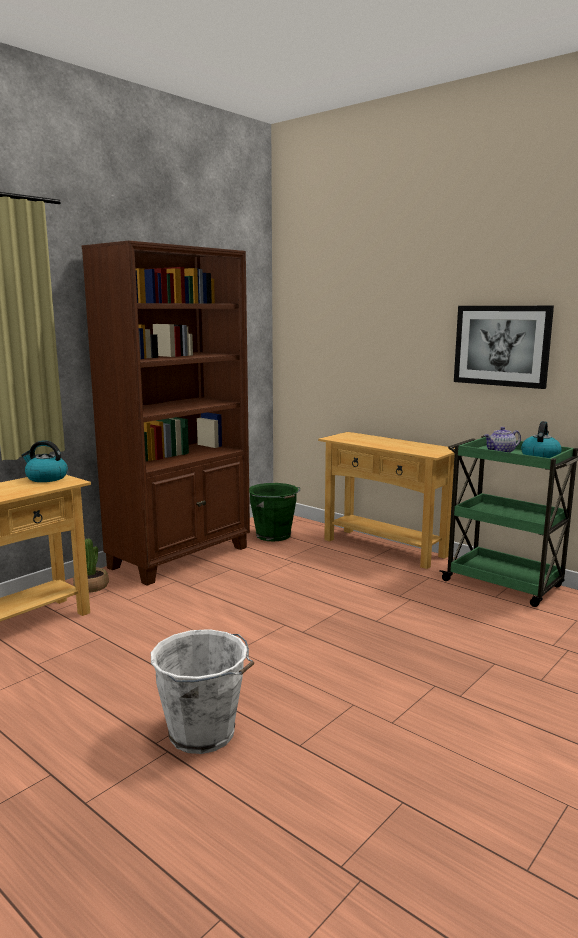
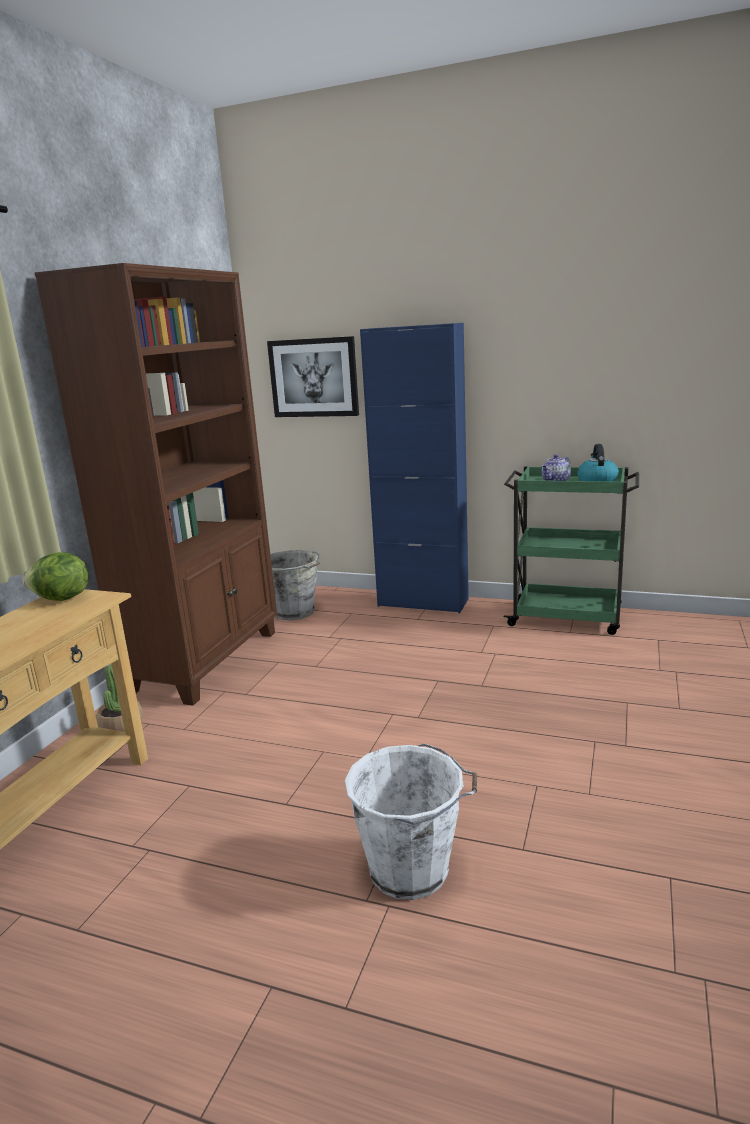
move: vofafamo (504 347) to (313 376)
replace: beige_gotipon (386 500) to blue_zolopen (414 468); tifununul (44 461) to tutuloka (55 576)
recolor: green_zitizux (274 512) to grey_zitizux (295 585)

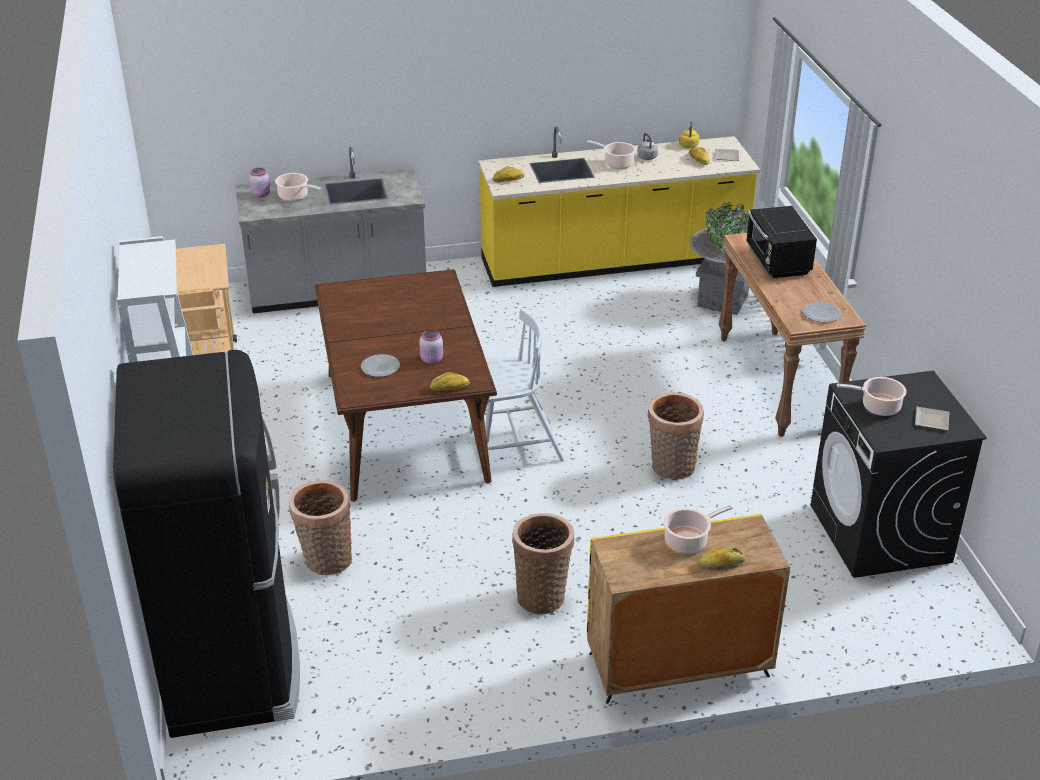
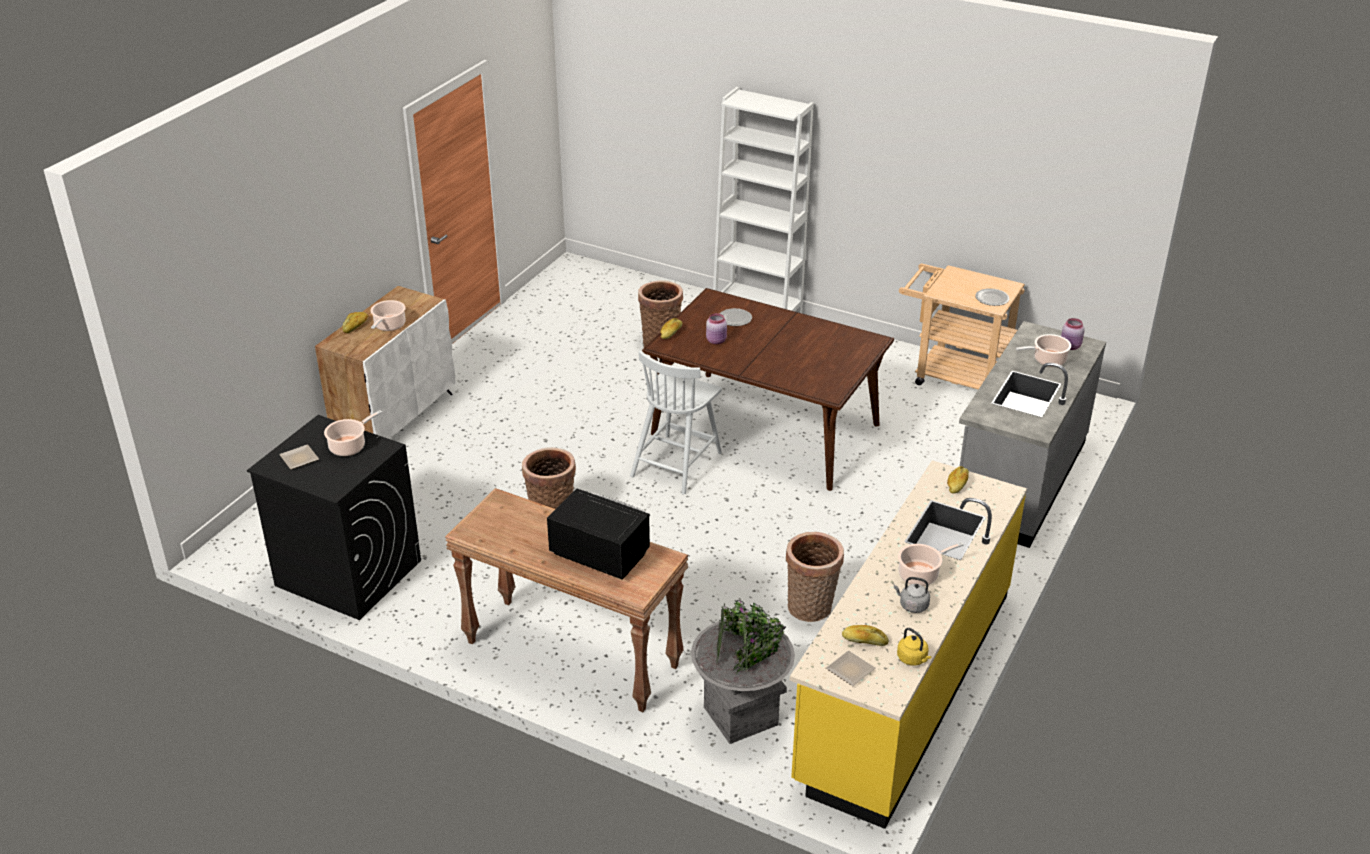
delete: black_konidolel (206 544)
move: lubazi (821 312) to (992 297); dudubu (543 564) to (815 577)
recolor: yellow_zolopen (688 609) to white_zolopen (385 362)

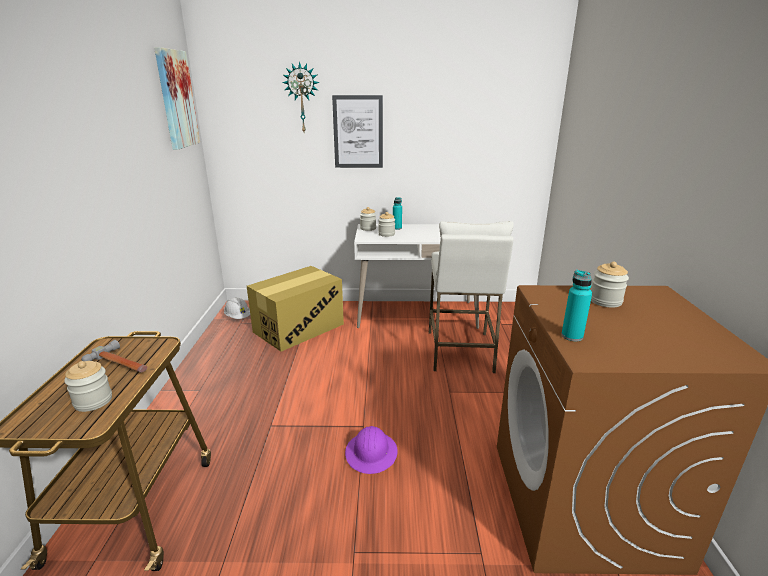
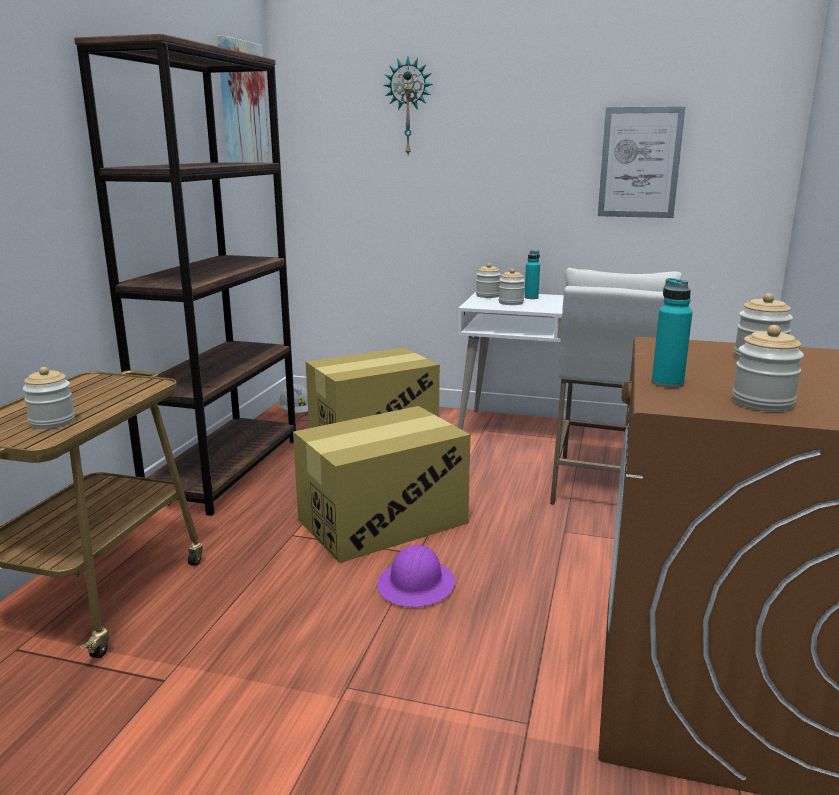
delete: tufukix (114 356)
insert: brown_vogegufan (185 275); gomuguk (768 368); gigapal (381 484)
move: vofafamo (357 131) to (642 162)

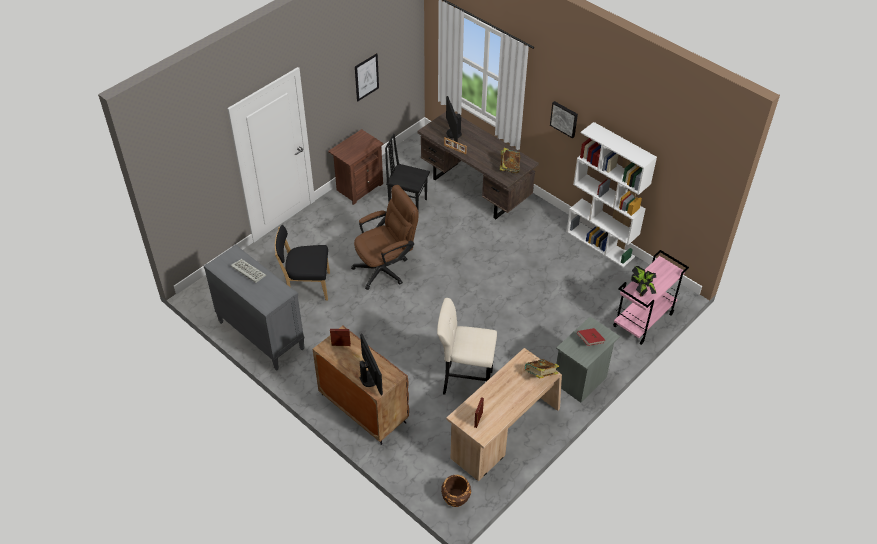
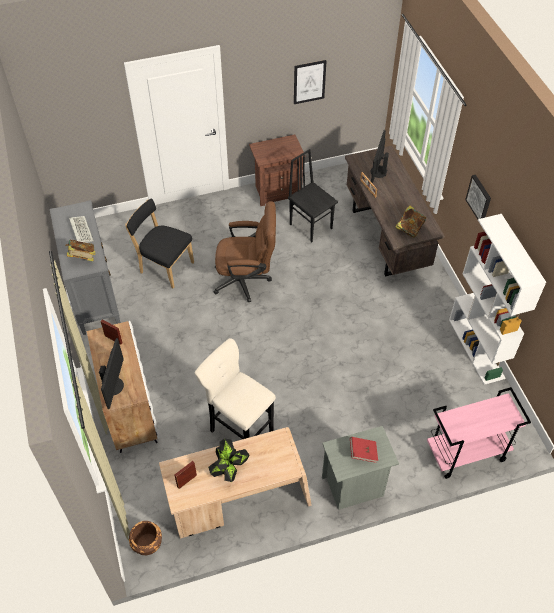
move: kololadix (643 281) to (229 460); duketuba (542 368) to (80 250)
recolor: brown_zolopen (361 385) to white_zolopen (123 387)

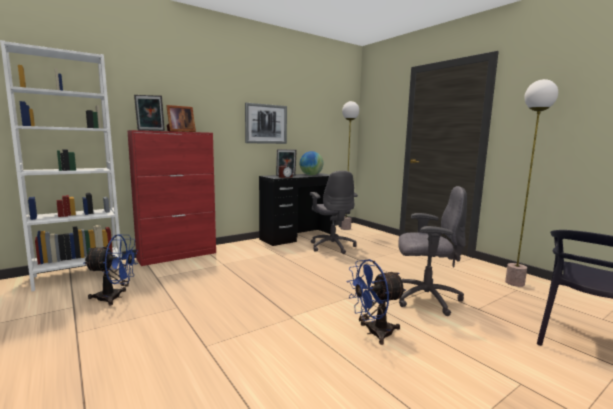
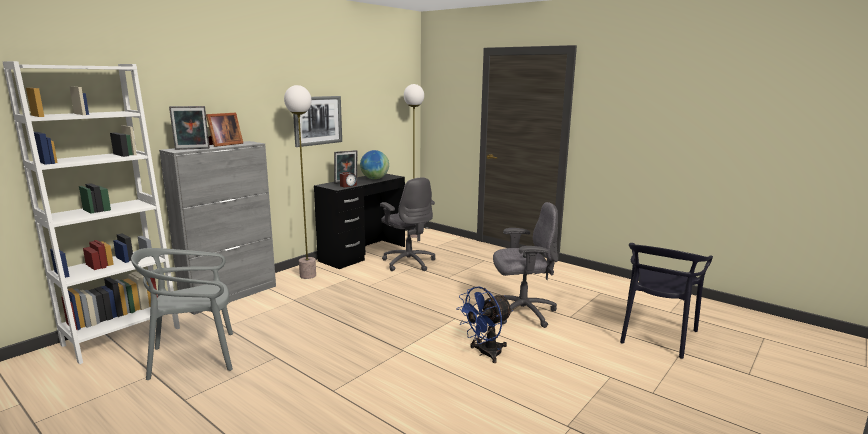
move: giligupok (531 183) to (300 182)
replace: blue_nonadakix (111 270) to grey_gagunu (182 314)
recolor: red_zolopen (171 198) to grey_zolopen (217 228)

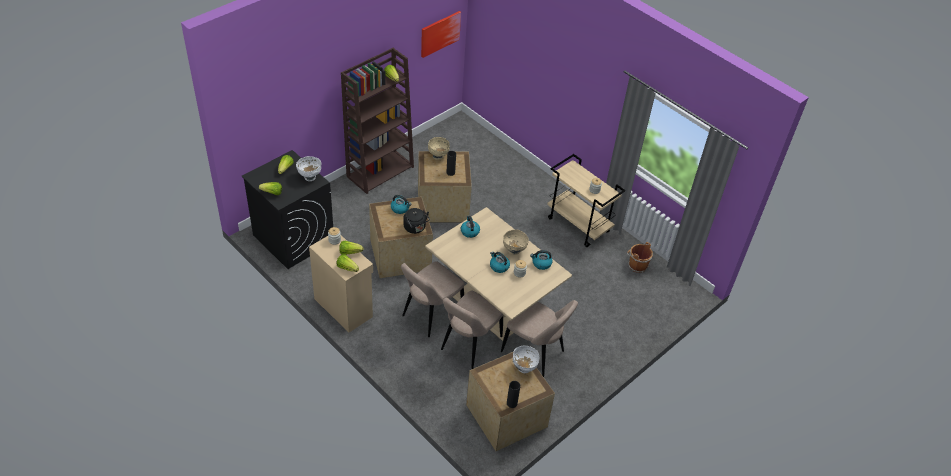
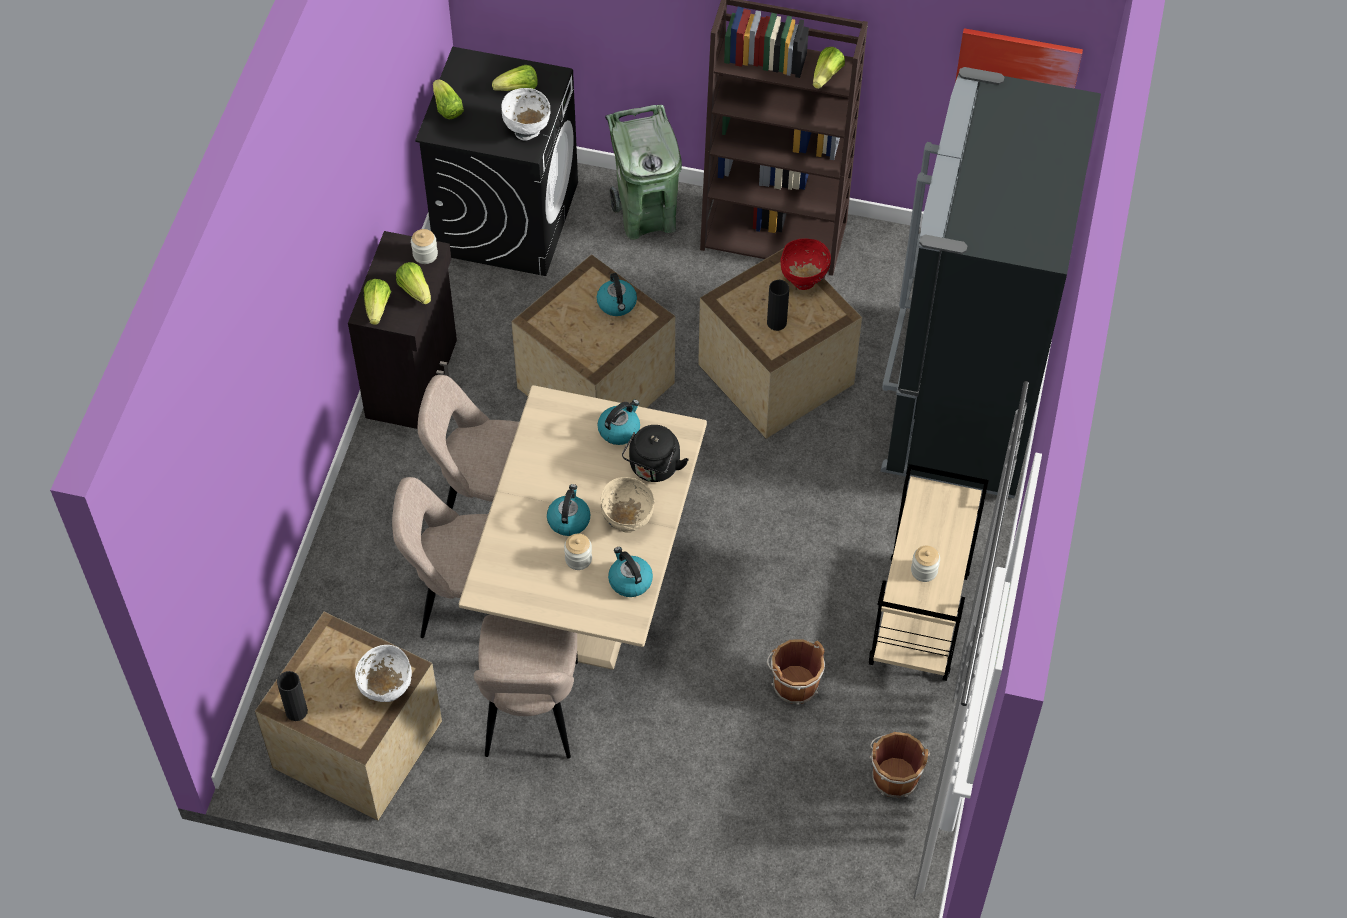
insert: black_konidolel (991 282); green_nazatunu (643 172); brown_zitizux (796 672)
move: black_tifununul (416 221) to (655 453)
recolor: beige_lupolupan (439 148) to red_lupolupan (806 264); beige_zolopen (341 284) to black_zolopen (402 330)

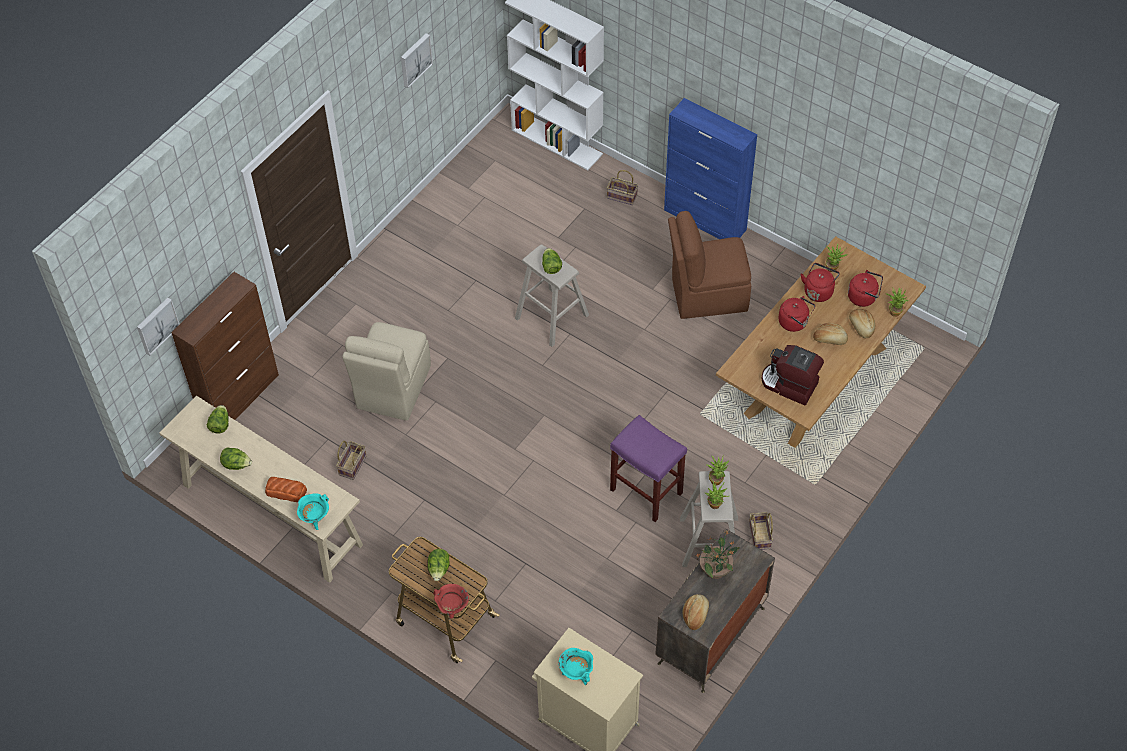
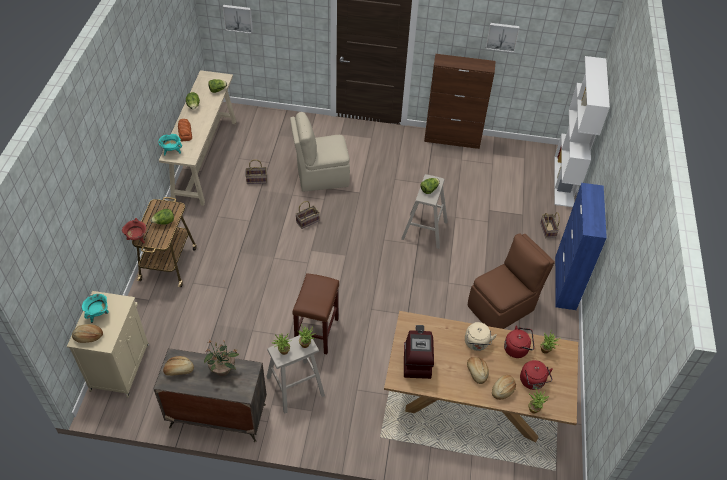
insert: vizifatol (87 333)
move: brown_zolopen (225 346) to (460 101); dudubu (761 531) to (308 215)
recolor: red_tifununul (796 314) to beige_tifununul (481 336); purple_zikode (648 468) to brown_zikode (315 313)
rotate: brown_gagunu (709 265) = (511 281) 90 degrees clockwise

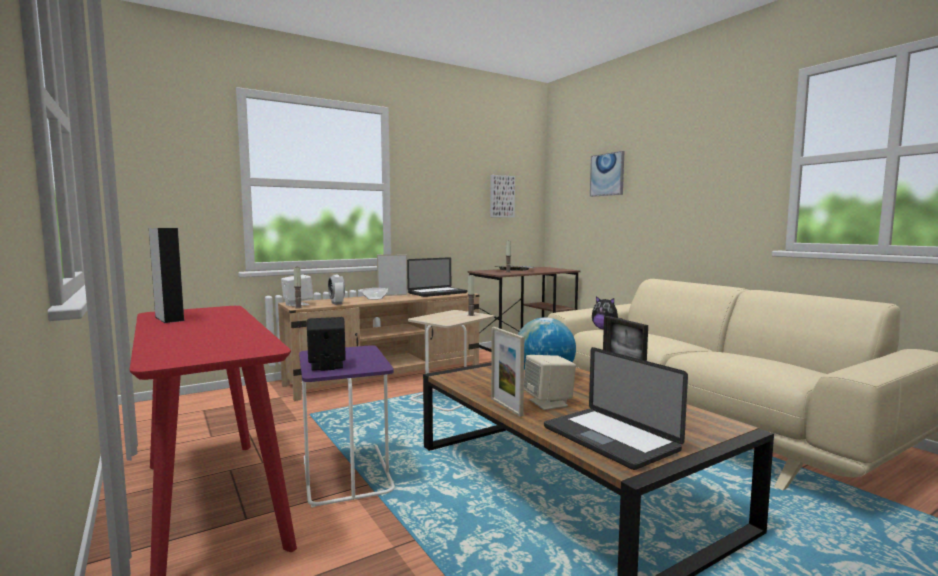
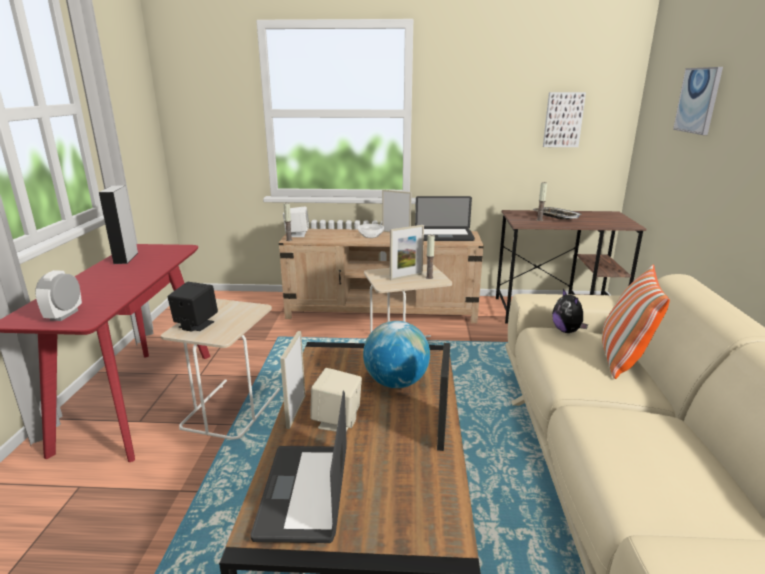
insert: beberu (407 252); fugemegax (636 321)
move: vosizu (336 290) to (58 295)
recolor: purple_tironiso (347 426) to beige_tironiso (220 369)

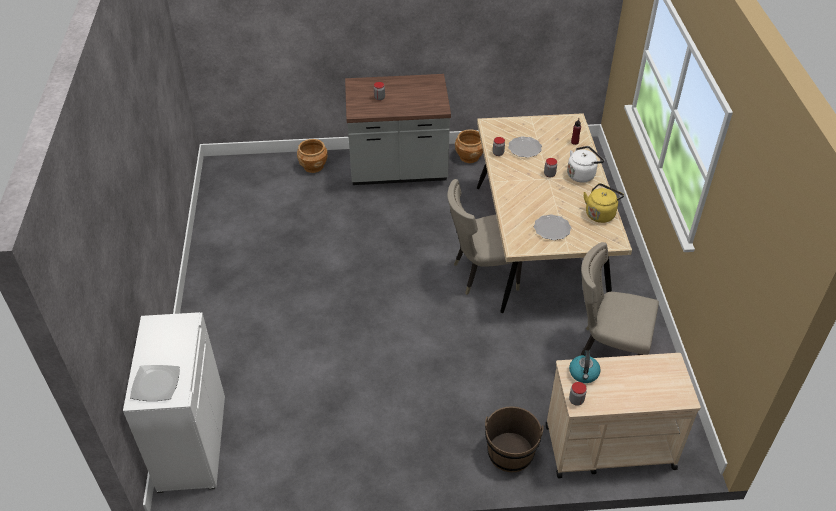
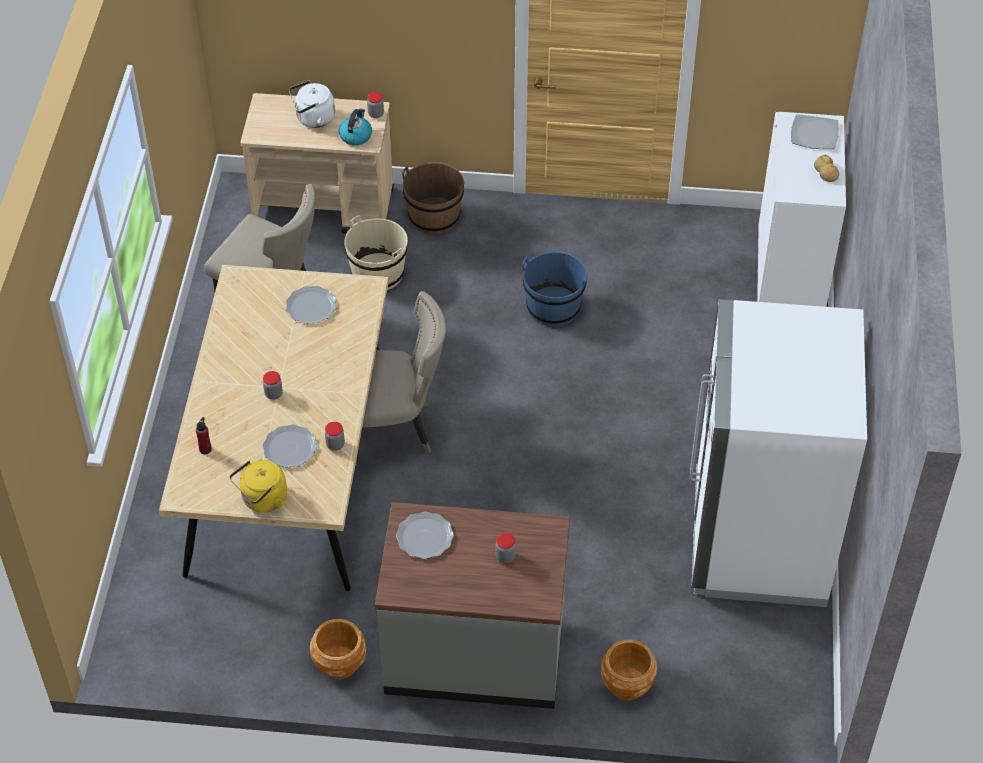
insert: vizifatol (826 168); beige_zitizux (376 252); blue_zitizux (555 288); white_konidolel (778 453); lubazi (425 535)
move: white_tifununul (585 164) to (312 104); yellow_tifununul (603 203) to (258 486)

